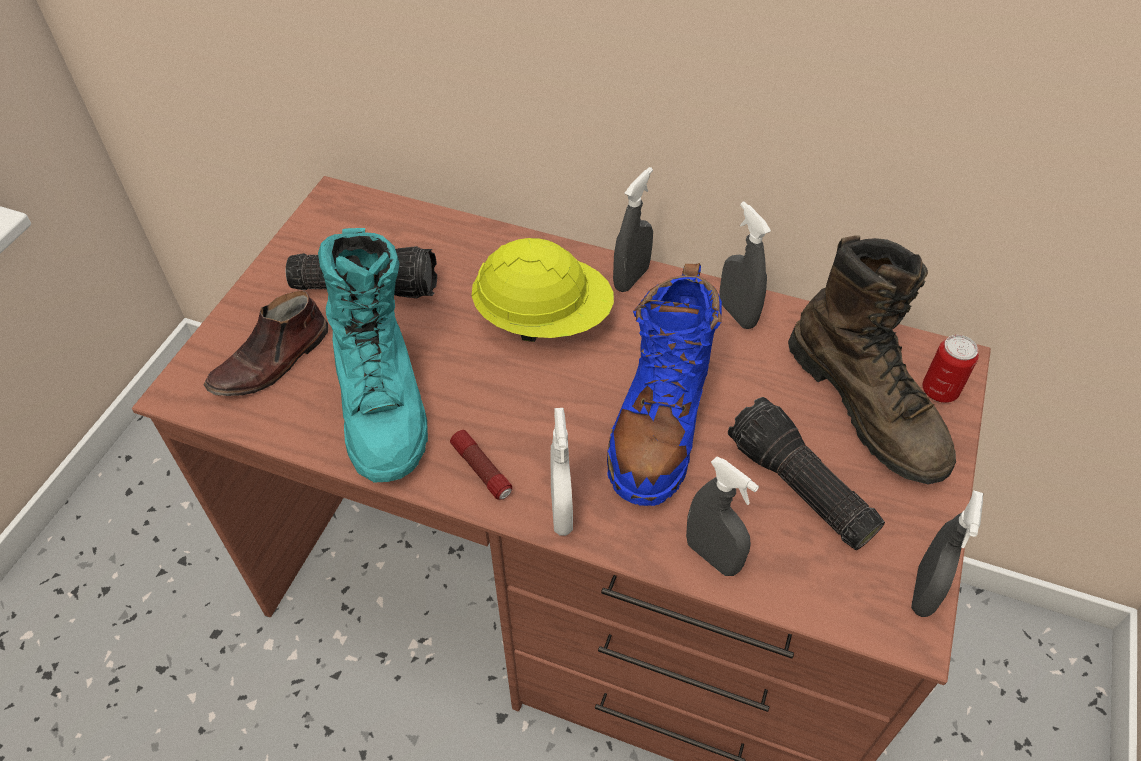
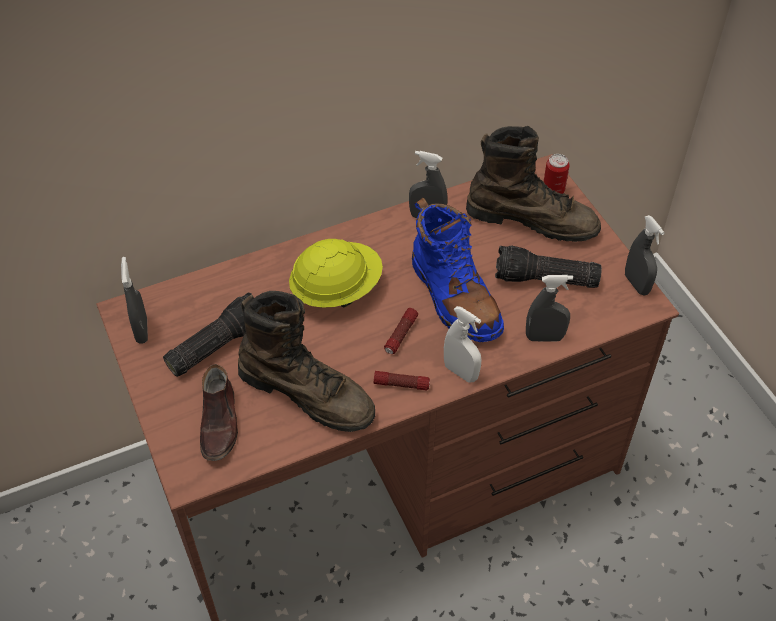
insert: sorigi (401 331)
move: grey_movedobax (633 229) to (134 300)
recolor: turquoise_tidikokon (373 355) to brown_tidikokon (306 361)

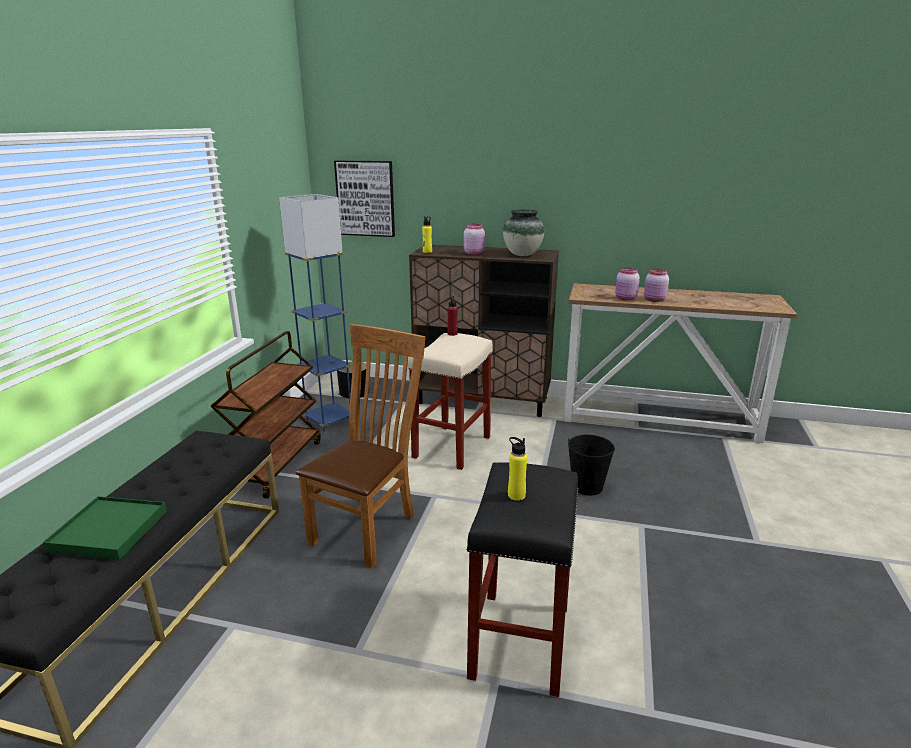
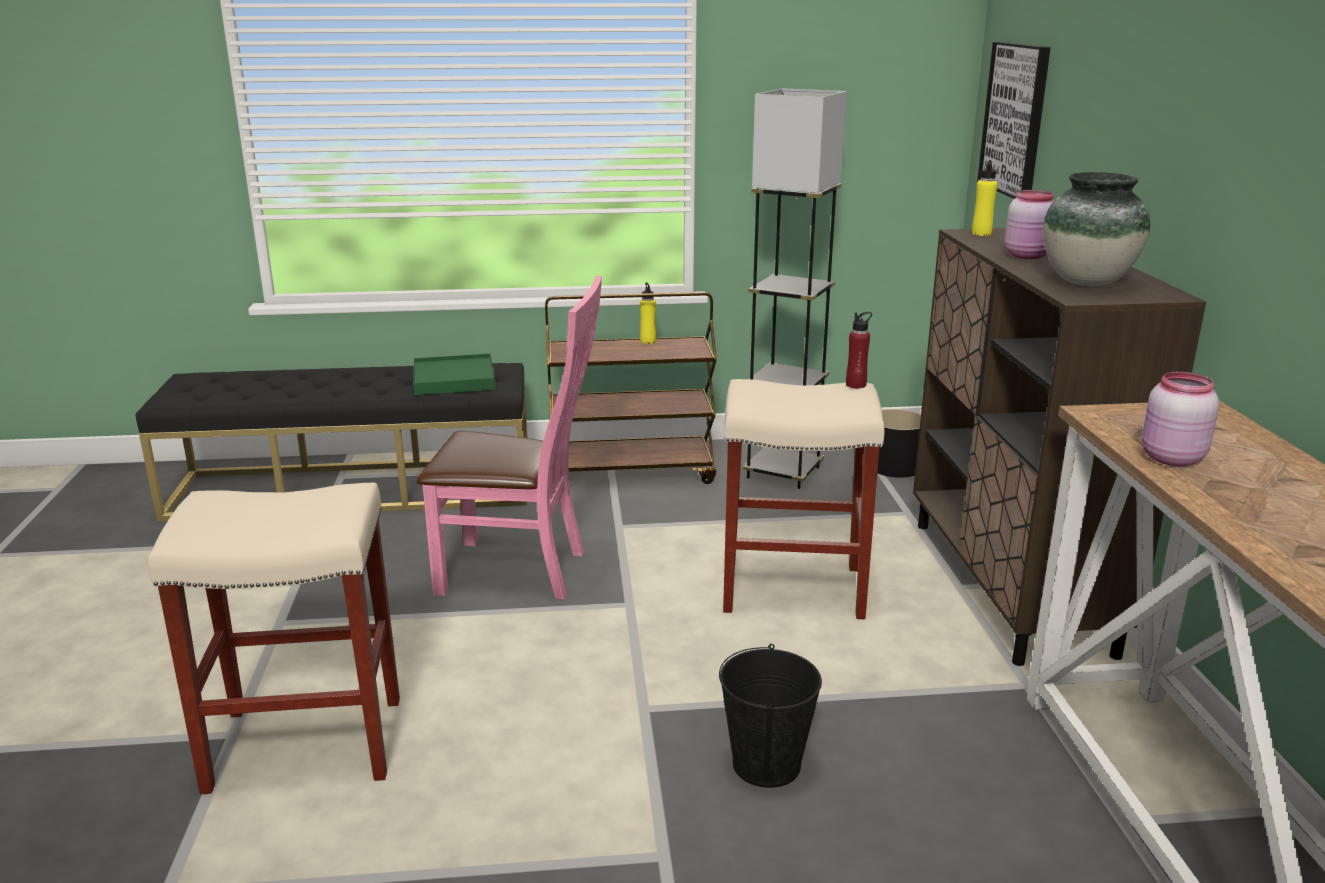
delete: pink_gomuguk (656 285)
move: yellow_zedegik (517 469) to (648 313); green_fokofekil (105 528) to (454 374)
recolor: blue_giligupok (315 312) to grey_giligupok (795 288); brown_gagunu (361 446) to pink_gagunu (509 437); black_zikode (522 580) to beige_zikode (274 638)

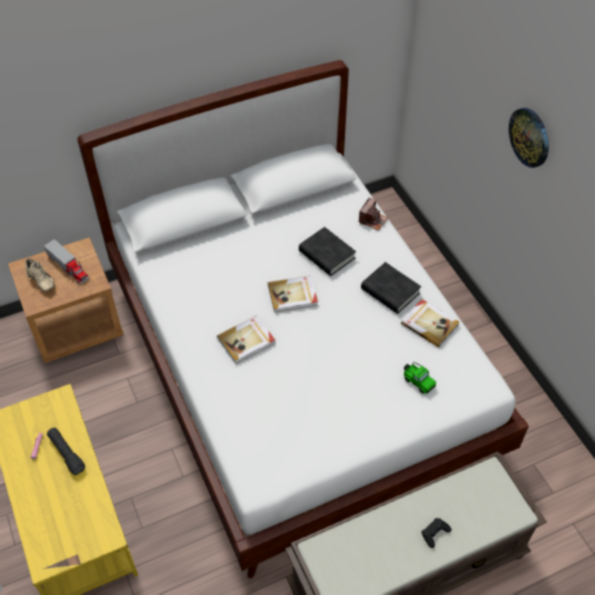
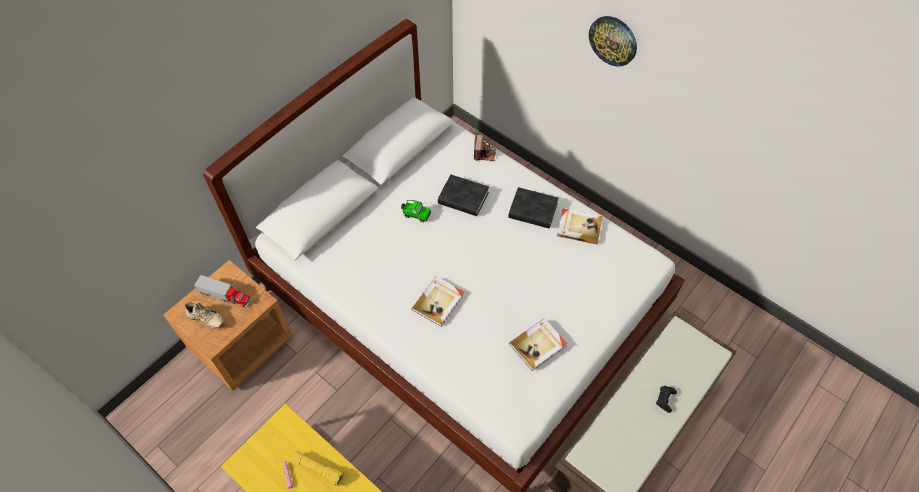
move: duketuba (293 294) to (538 344); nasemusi (420 378) to (416 211)
recolor: black_sorigi (66 451) to yellow_sorigi (318 468)

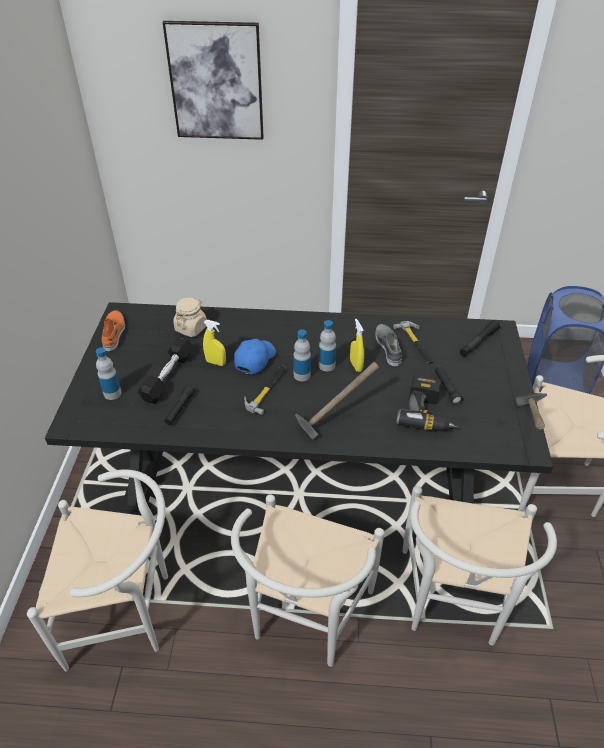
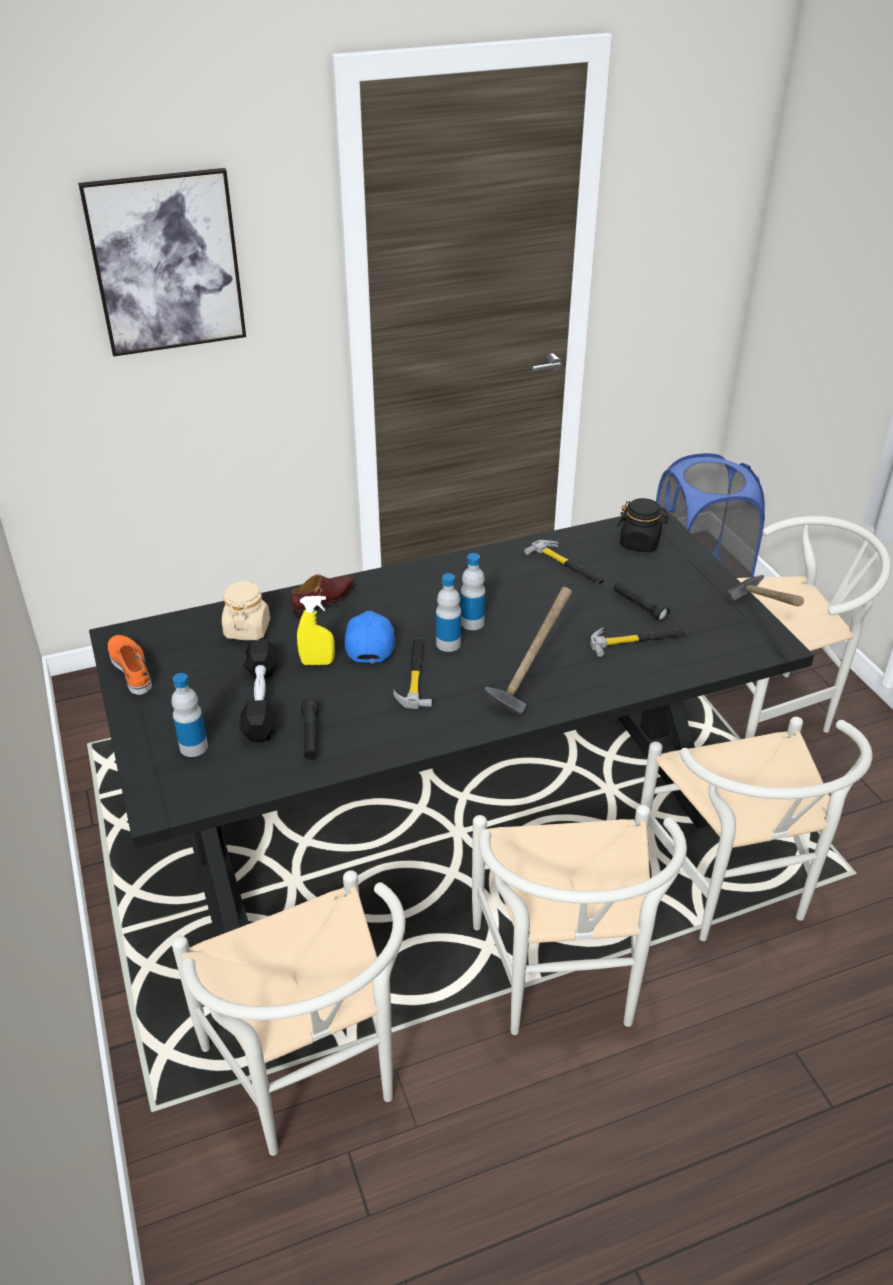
delete: yellow_movedobax (357 345); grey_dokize (388 345)
insert: brown_dokize (323 596)
replace: black_sorigi (480 338) to black_gomuguk (643 525); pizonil (427 403) to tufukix (638 642)
rotate: white_gagunu (97 570) = (288 1013) 90 degrees clockwise

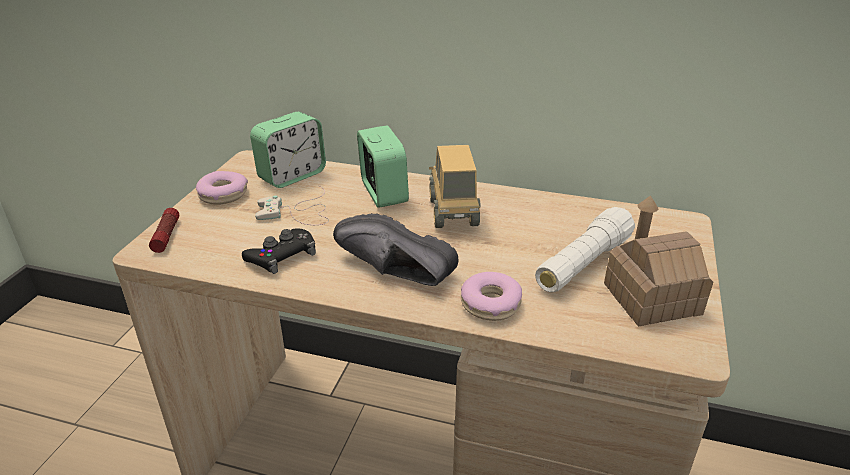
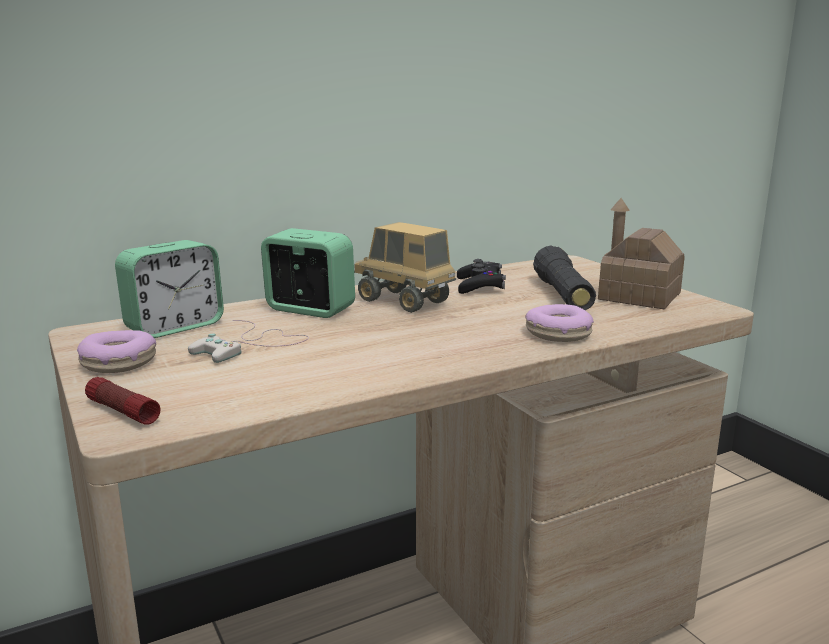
delete: black_dokize (395 249)
move: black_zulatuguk (279 251) to (481 276)
recolor: white_sorigi (585 249) to black_sorigi (564 278)
rotate: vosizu (288 150) = (169 289) 45 degrees clockwise

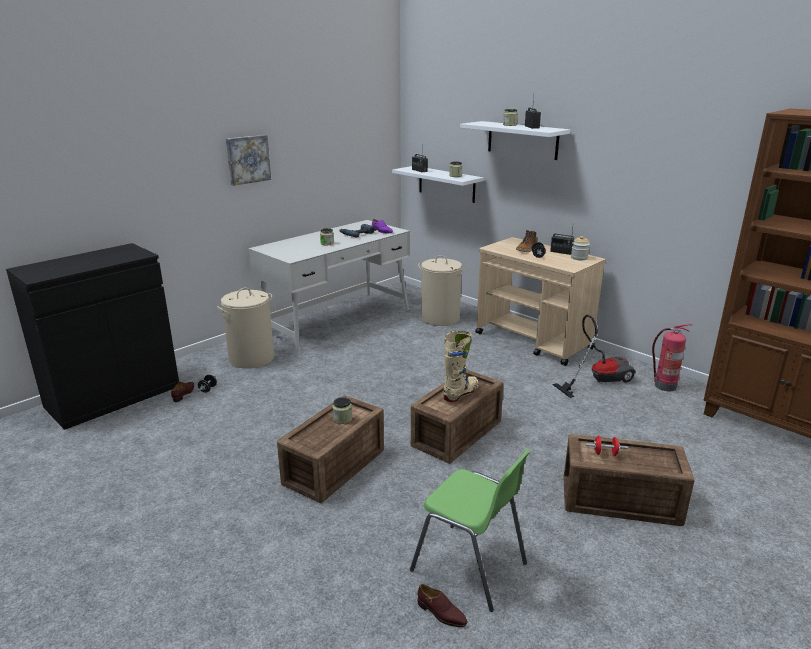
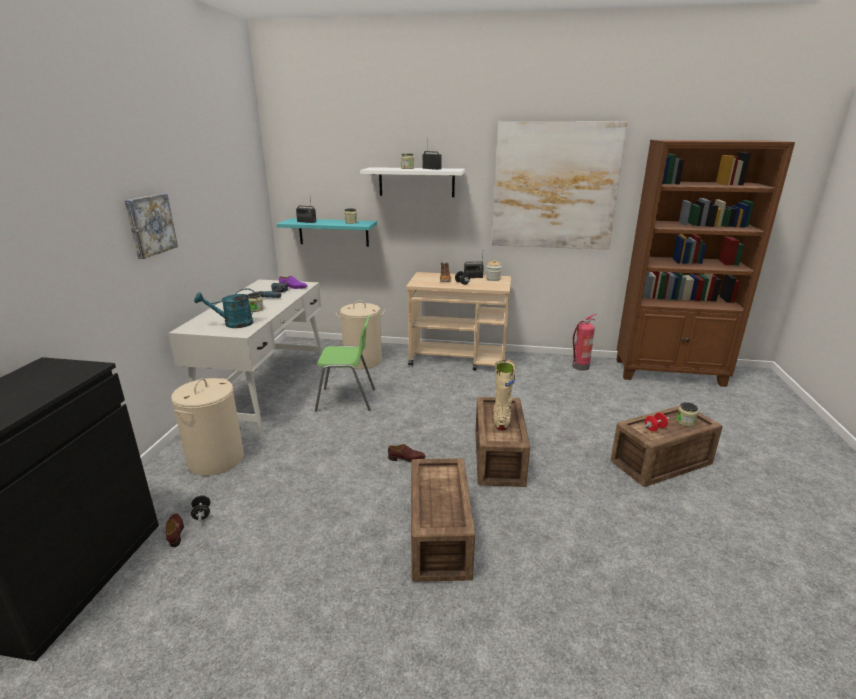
delete: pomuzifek (594 356)
insert: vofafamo (559 186); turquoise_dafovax (225 308)
move: gomuguk (342 410) to (687 414); green_gagunu (470 530) to (345 363); brown_dokize (442 605) to (406 453)
recolor: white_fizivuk (438 184) to turquoise_fizivuk (327 233)

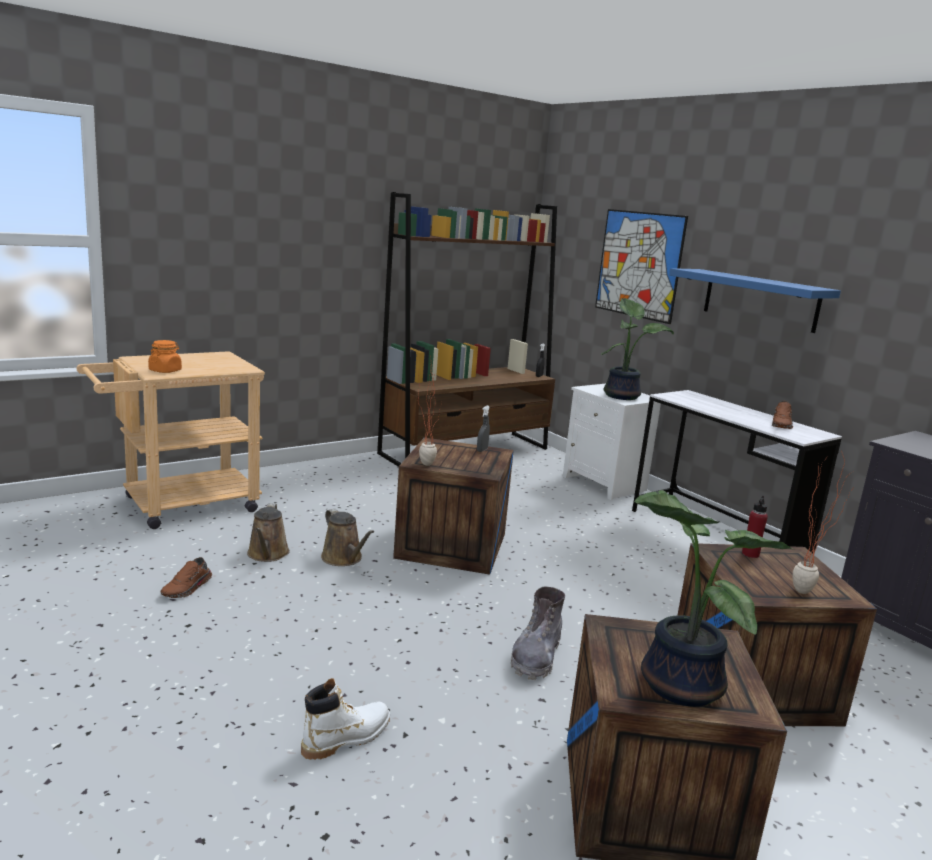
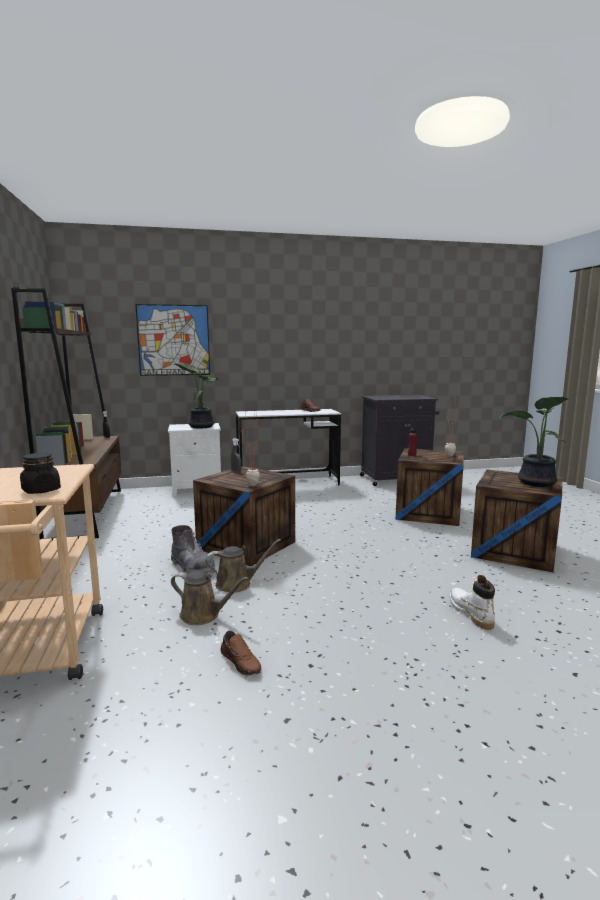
delete: blue_fizivuk (755 300)
move: grey_tidikokon (538 633) to (193 550)
recolor: orange_gomuguk (165 356) to black_gomuguk (40 473)

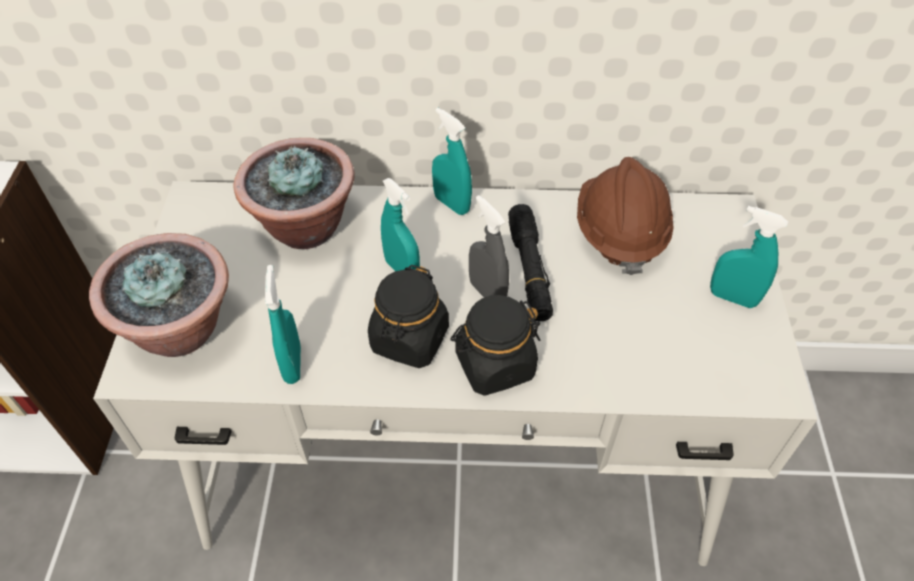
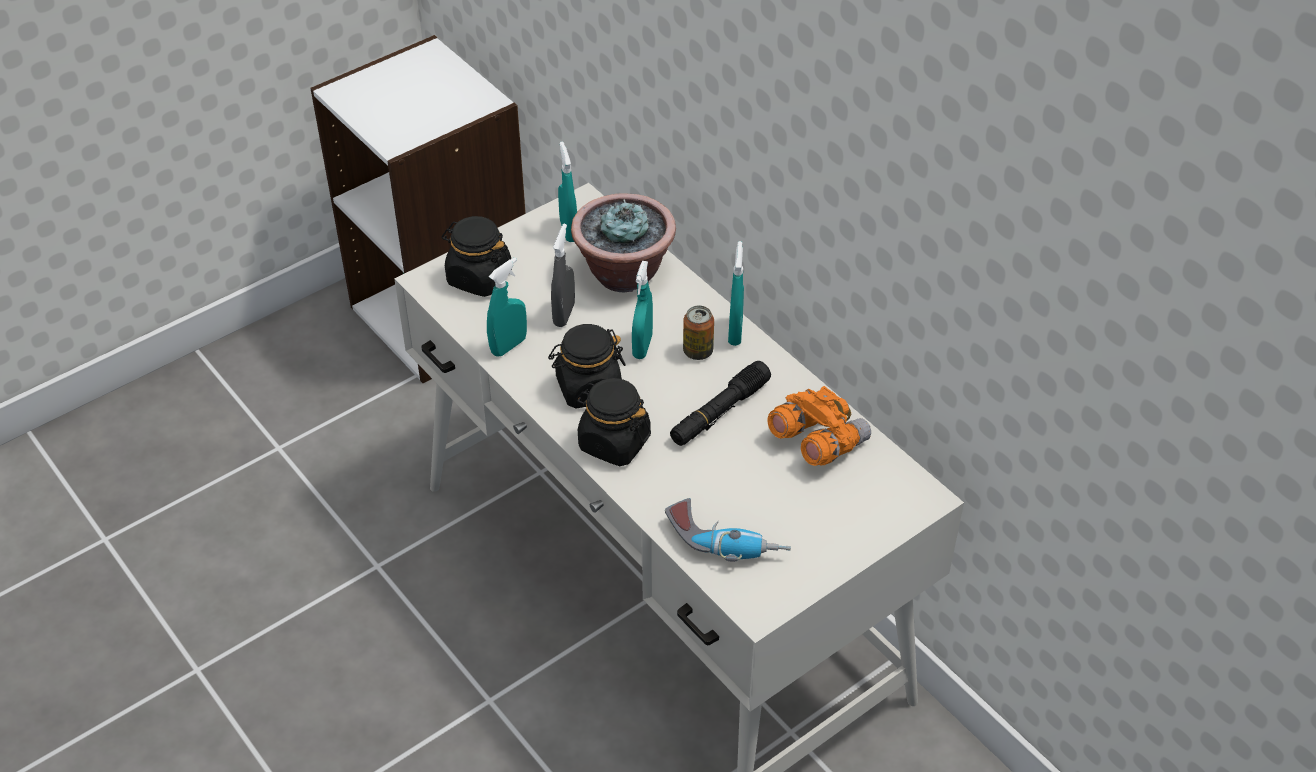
insert: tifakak (698 333); pizonil (728 530)
move: grey_movedobax (489 246) to (563 275); turquoise_movedobax (749 257) to (567 192)
replace: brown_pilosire (625 216) to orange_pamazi (819 426); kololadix (159 295) to black_gomuguk (477 256)

